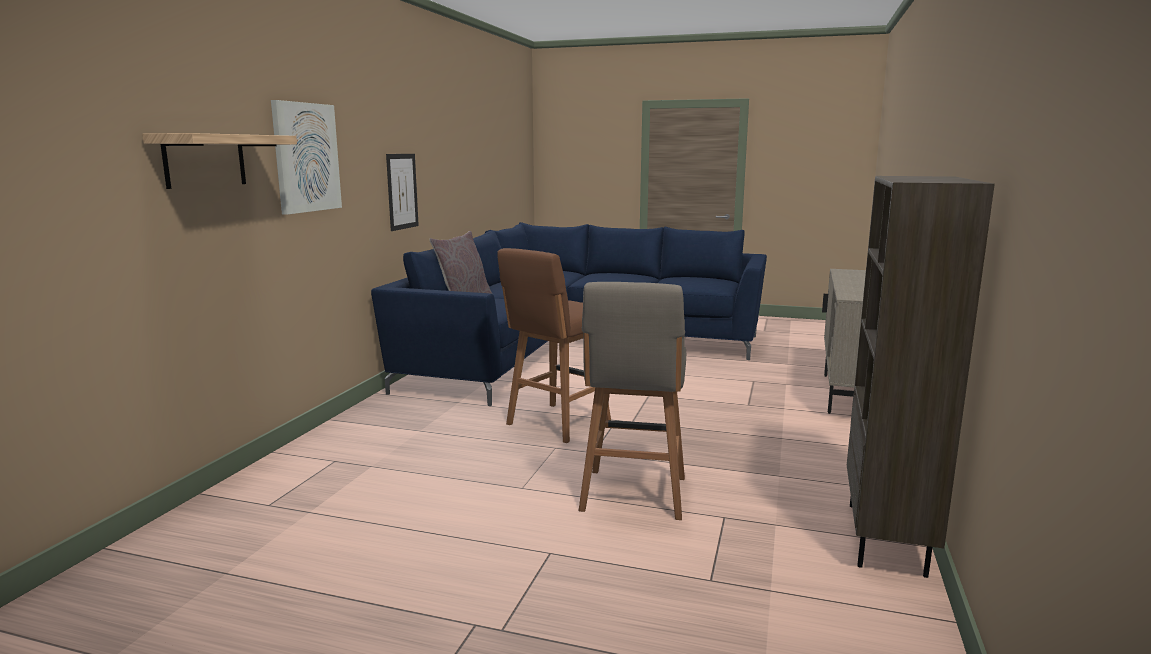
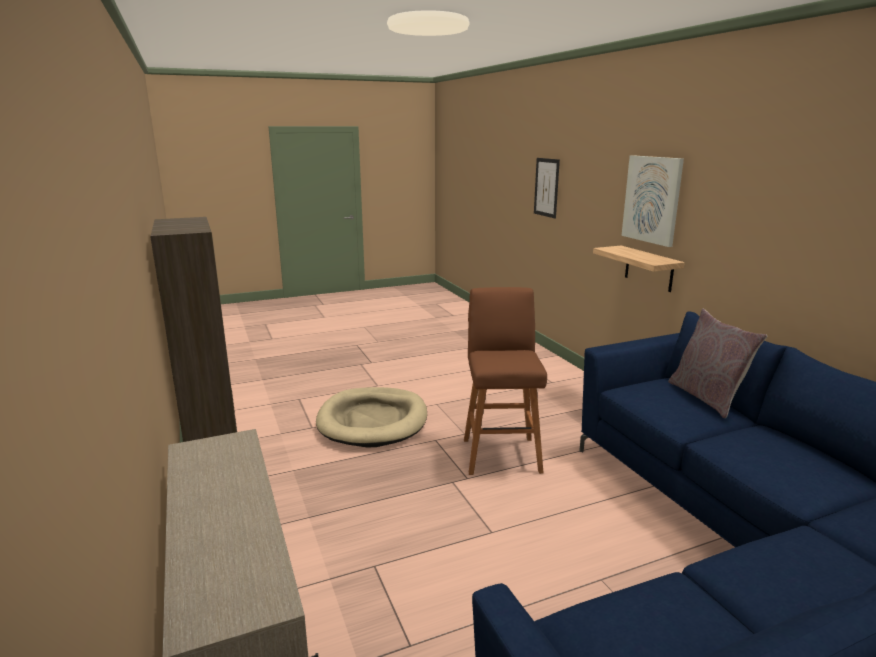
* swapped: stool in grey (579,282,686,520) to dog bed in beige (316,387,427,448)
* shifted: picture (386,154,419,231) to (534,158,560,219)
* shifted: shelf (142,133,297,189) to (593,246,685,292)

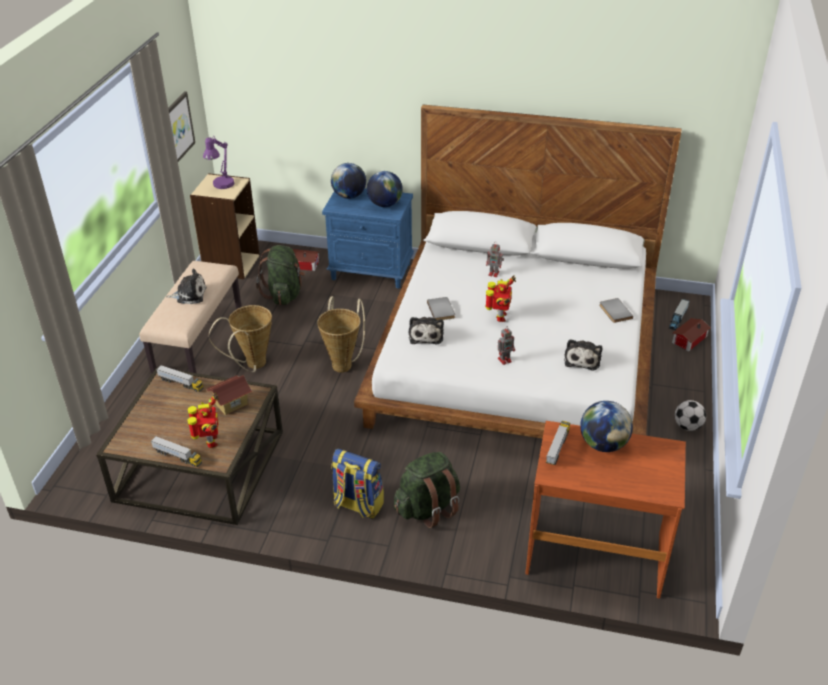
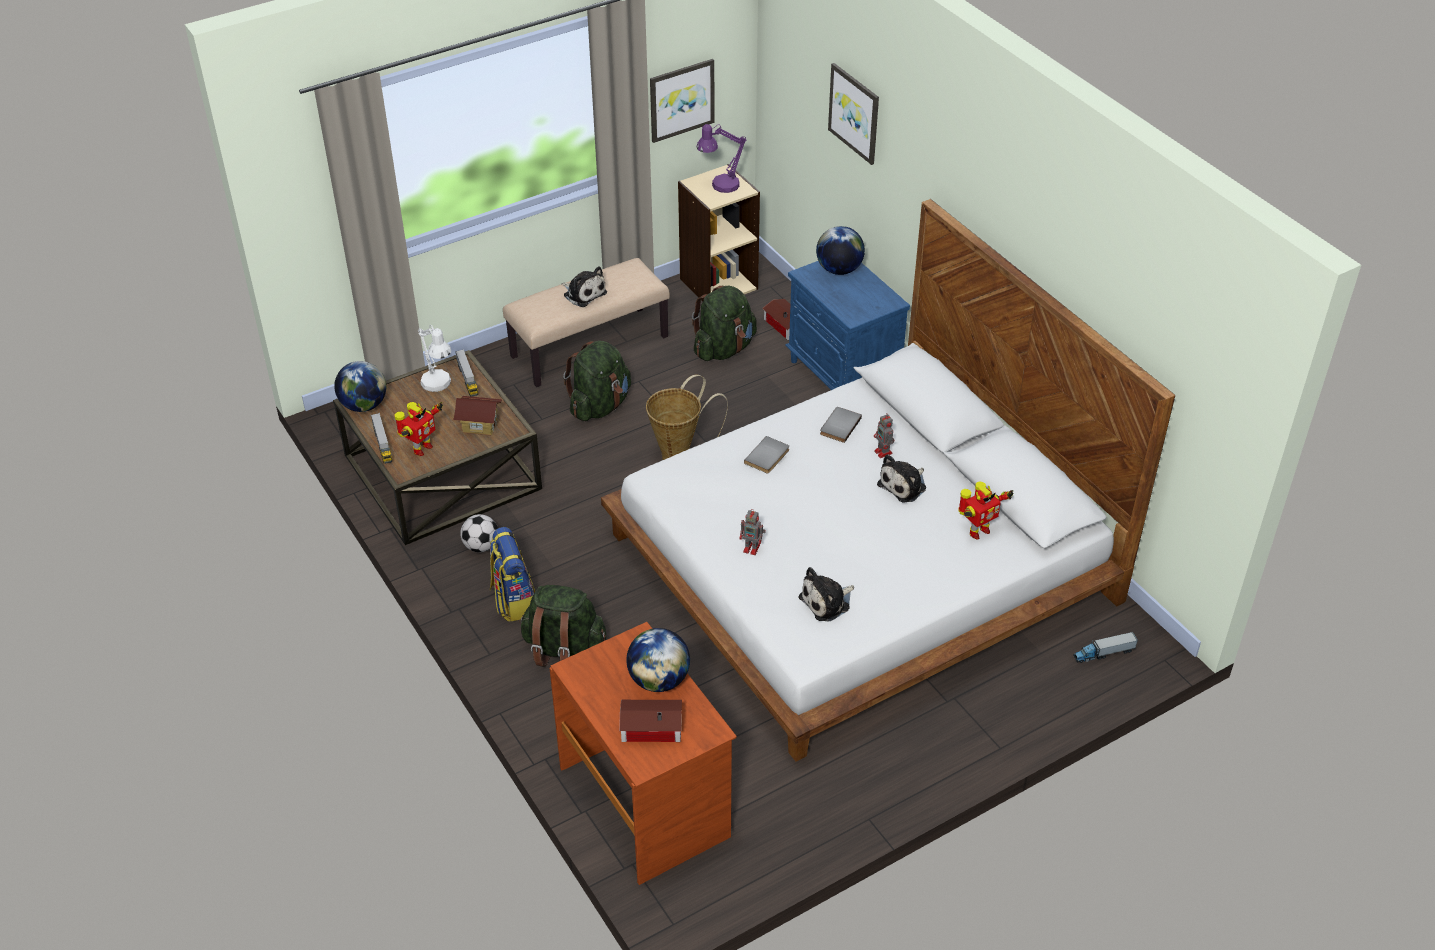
* shifted: globe (367,171,403,207) to (334,361,386,412)
* new: table lamp in white (418,325,451,392)
* shifted: football (675,400,706,431) to (460,514,498,552)
* swapped: basket (209,305,272,372) to backpack in green (563,341,631,421)
* shifted: toy house (672,318,711,351) to (619,700,682,742)
* shifted: book in grey (599,298,633,323) to (820,407,862,443)
* new: picture (828,63,879,165)
* shifted: plush toy (409,317,444,345) to (877,454,926,503)
* shifted: toy robot (485,275,516,322) to (958,482,1014,539)
* gone: toy truck (546,421,570,465)

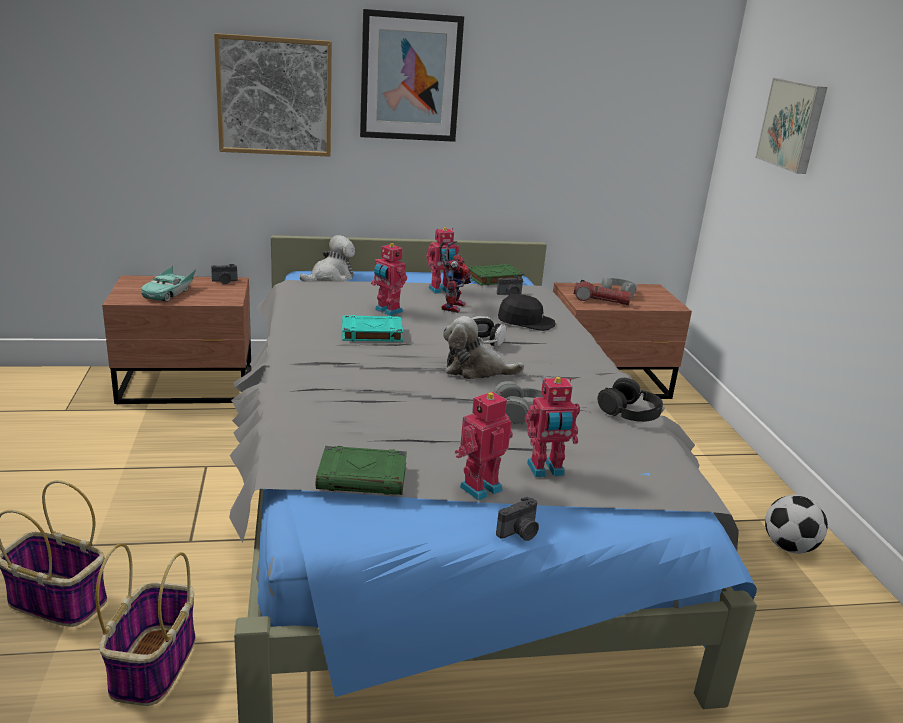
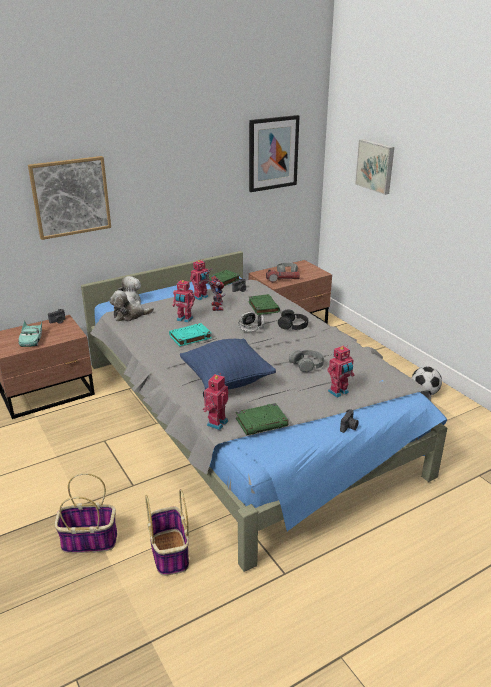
* shifted: plush toy (443,316,524,380) to (109,290,154,322)
* new: pillow in blue (180,338,276,390)
* shifted: toy robot (455,391,513,501) to (203,373,229,430)
* swapped: cap in black (498,294,556,331) to book in green (248,294,280,315)
* shifted: picture (360,9,464,142) to (249,115,299,192)
* shifted: headphones in black (598,378,663,422) to (278,310,308,330)

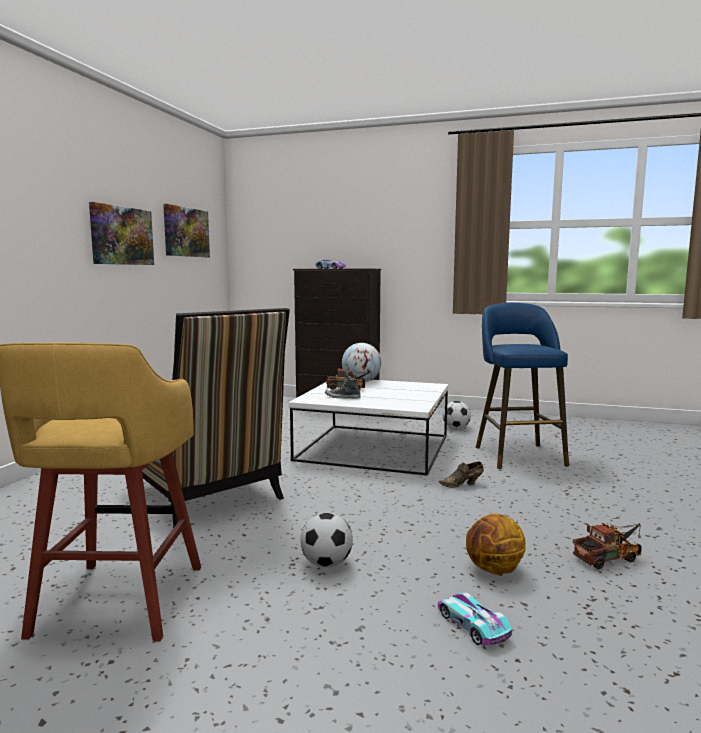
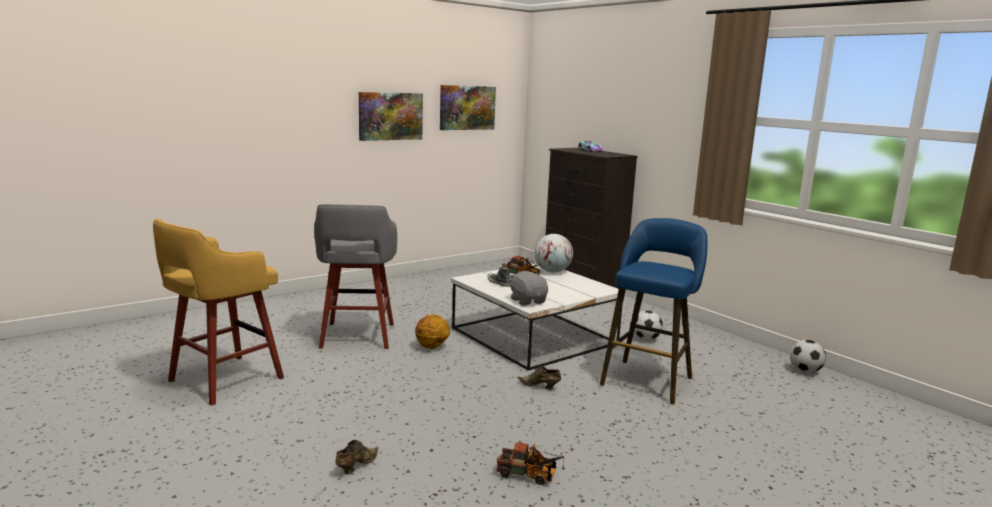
* swapped: chair (142,308,290,528) to stool in grey (314,204,397,349)
* swapped: toy car (438,592,512,645) to shoe in brown (335,440,378,474)
* shifted: basketball (466,513,526,575) to (415,314,450,349)
* new: plush toy in grey (509,271,548,305)
* shifted: football (300,513,353,568) to (790,340,826,373)

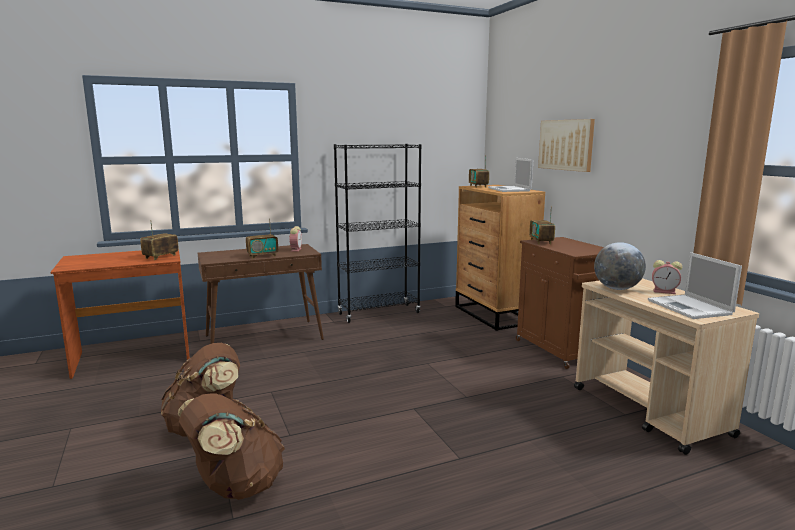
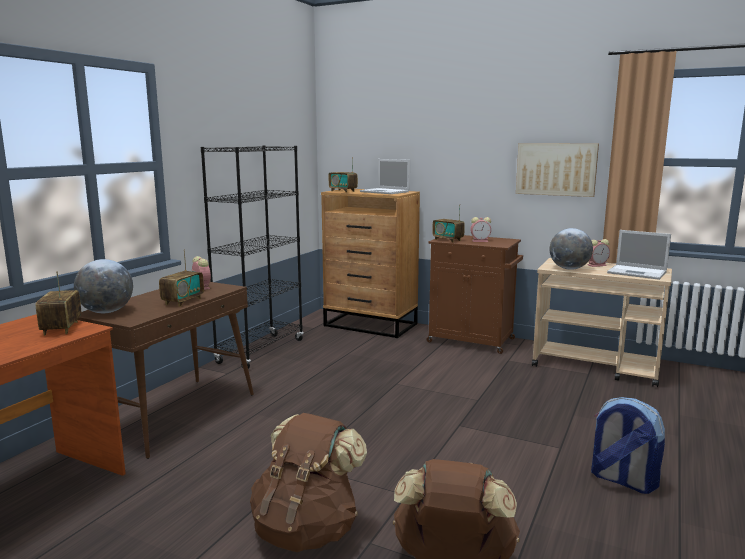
* new: globe (74,259,133,313)
* new: alarm clock (470,217,491,242)
* shifted: picture (538,119,595,172) to (516,143,599,197)
* new: backpack (591,397,665,494)

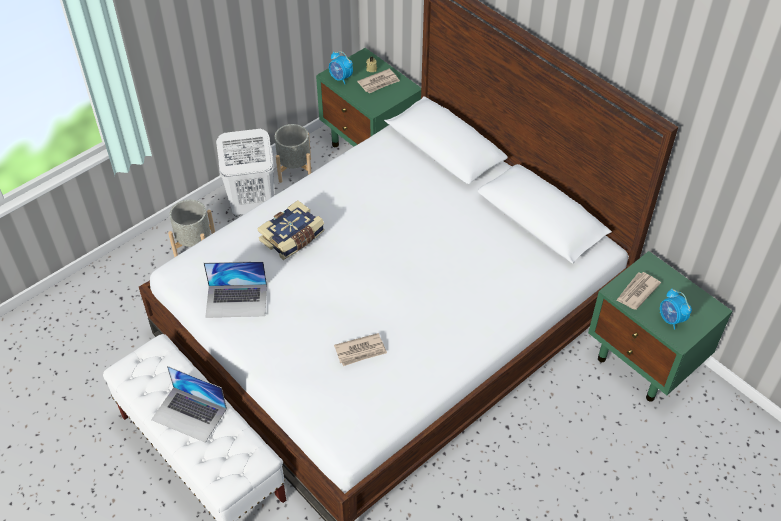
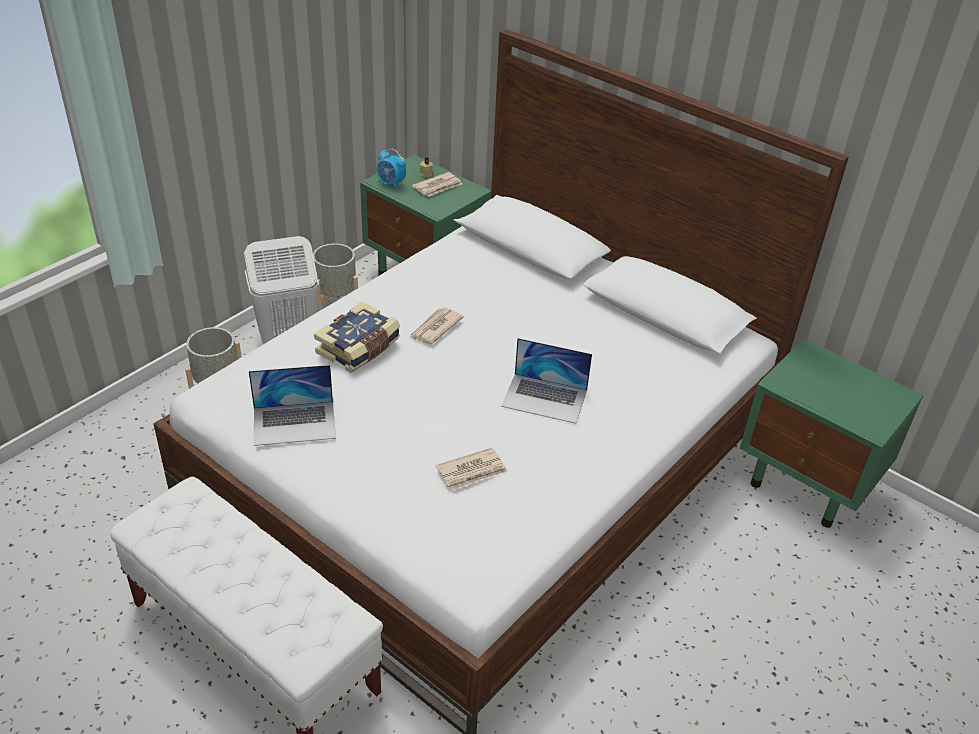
* shifted: newspaper (616,272,661,310) to (409,308,464,344)
* shifted: laptop (151,366,227,443) to (501,338,592,424)
* gone: alarm clock (660,288,692,329)

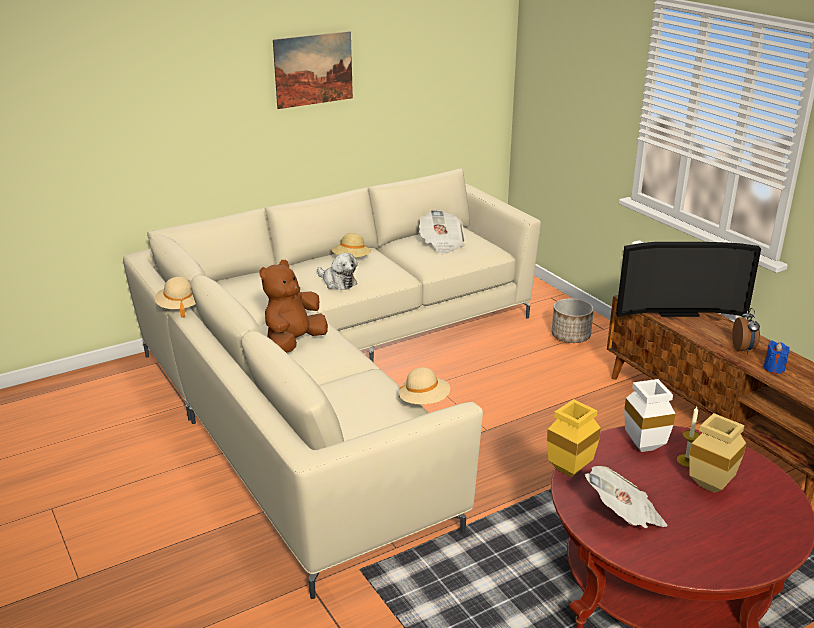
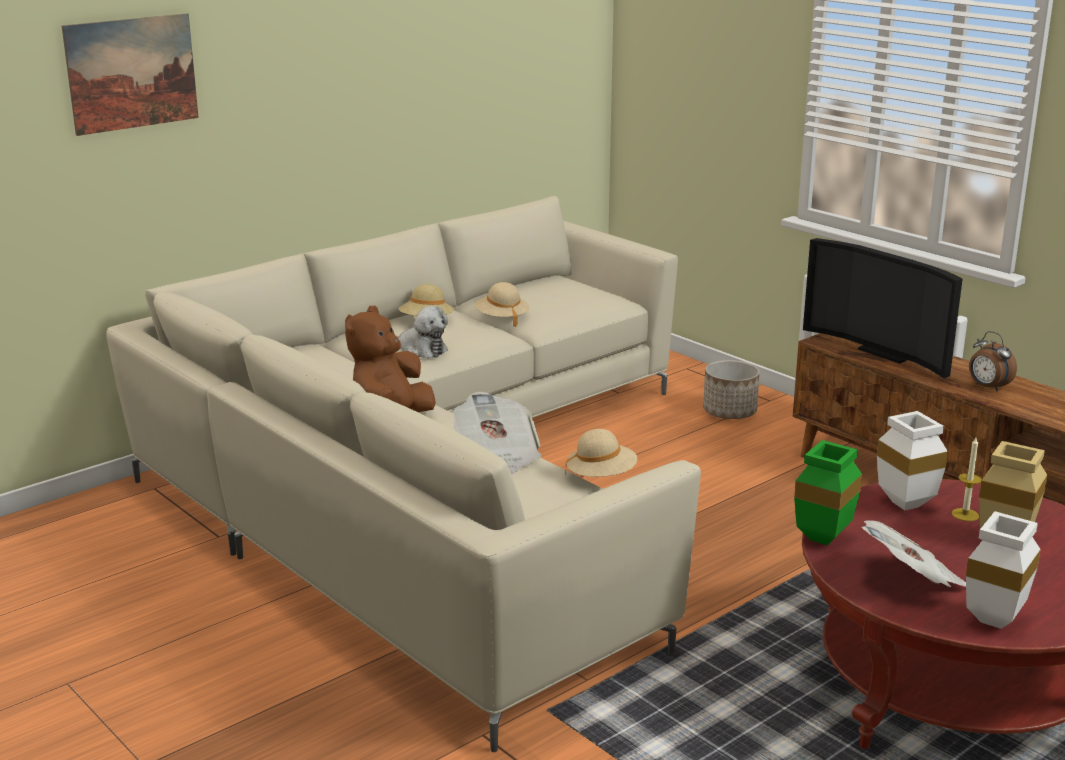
* shifted: picture (273,31,353,109) to (62,13,199,136)
* shifted: newspaper (419,209,465,255) to (453,392,542,475)
* shifted: hat in beige (155,277,196,318) to (475,282,529,327)
* repainted: vase in yellow (547,399,601,477) to vase in green (794,440,862,545)
* rotated: television (616,242,761,317) = (803,238,963,378) 60 degrees clockwise
* new: vase in white (966,511,1041,629)
* rotated: alarm clock (732,308,760,354) = (969,331,1017,392) 150 degrees clockwise
* gone: candle in blue (763,341,790,374)

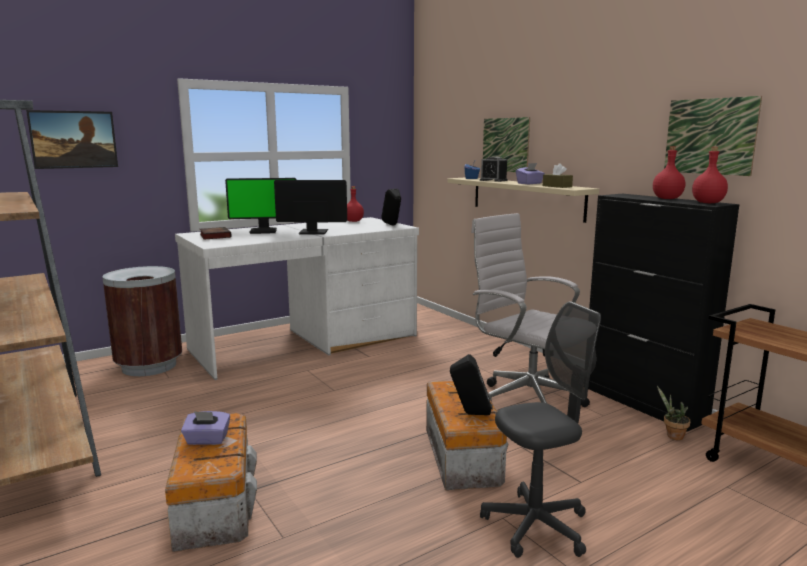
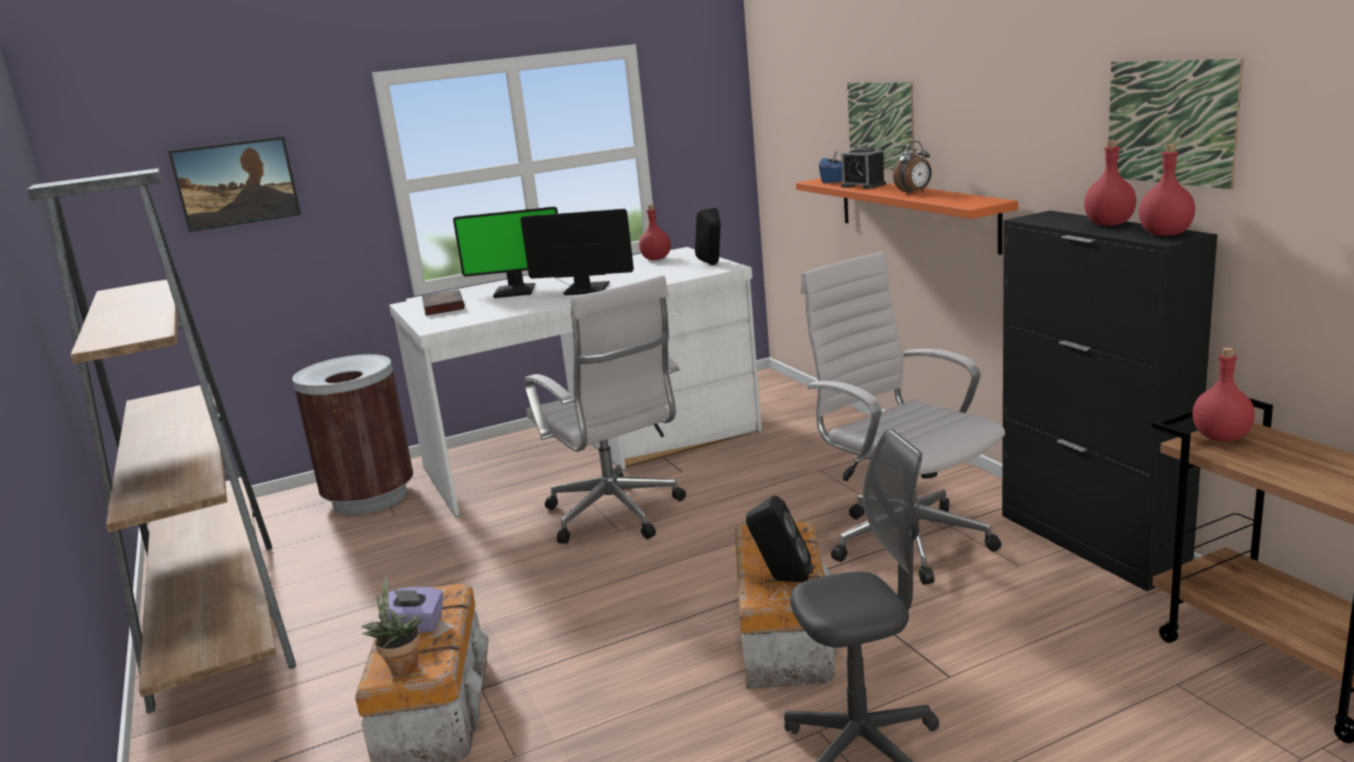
* shifted: potted plant (657,386,690,440) to (362,575,421,676)
* new: office chair in white (524,275,686,544)
* repainted: shelf in beige (448,178,599,223) to shelf in orange (796,178,1018,255)
* swapped: tissue box in purple (516,163,545,184) to alarm clock (893,141,932,194)
* new: bottle in red (1192,347,1255,442)
* gone: tissue box in brown (543,163,573,188)

